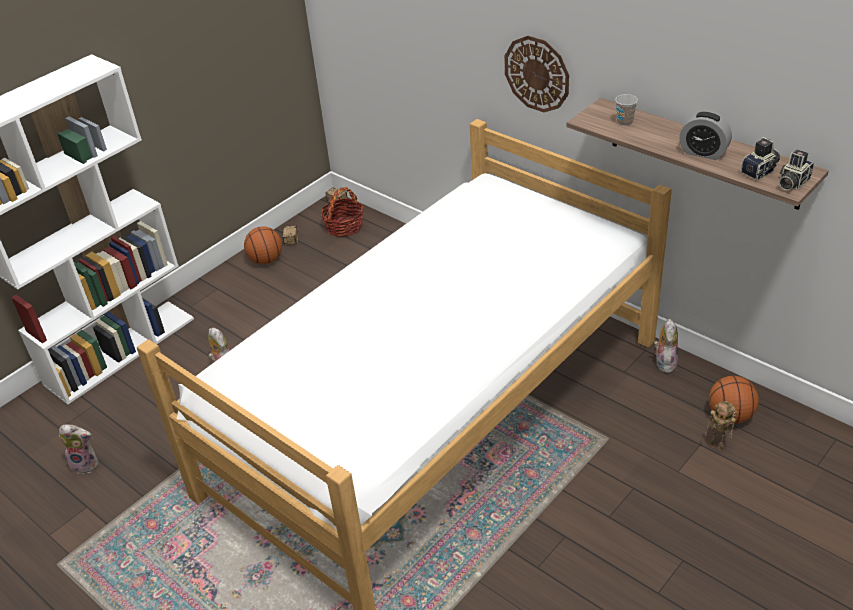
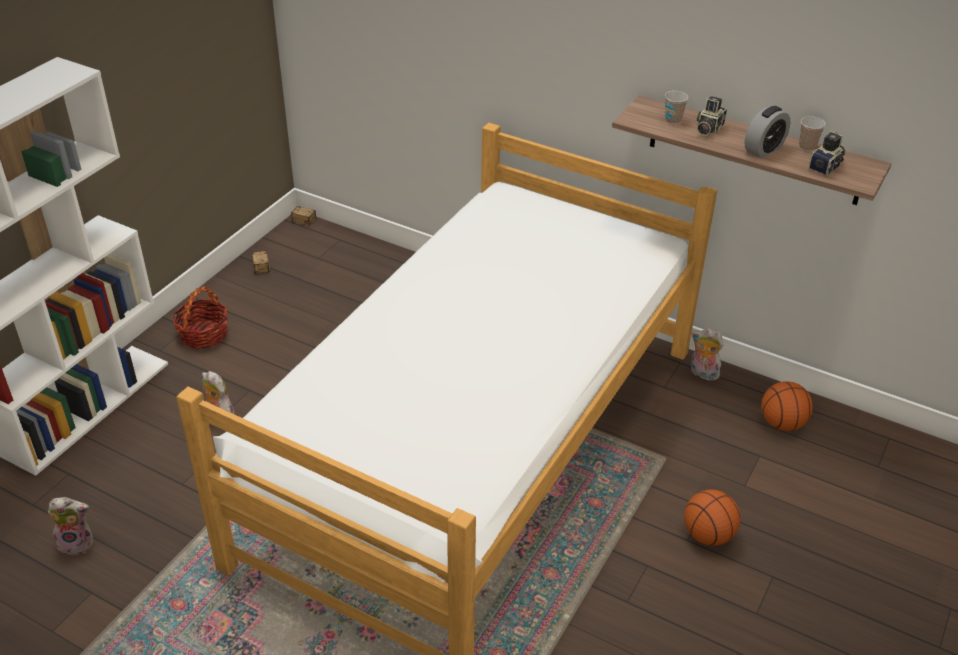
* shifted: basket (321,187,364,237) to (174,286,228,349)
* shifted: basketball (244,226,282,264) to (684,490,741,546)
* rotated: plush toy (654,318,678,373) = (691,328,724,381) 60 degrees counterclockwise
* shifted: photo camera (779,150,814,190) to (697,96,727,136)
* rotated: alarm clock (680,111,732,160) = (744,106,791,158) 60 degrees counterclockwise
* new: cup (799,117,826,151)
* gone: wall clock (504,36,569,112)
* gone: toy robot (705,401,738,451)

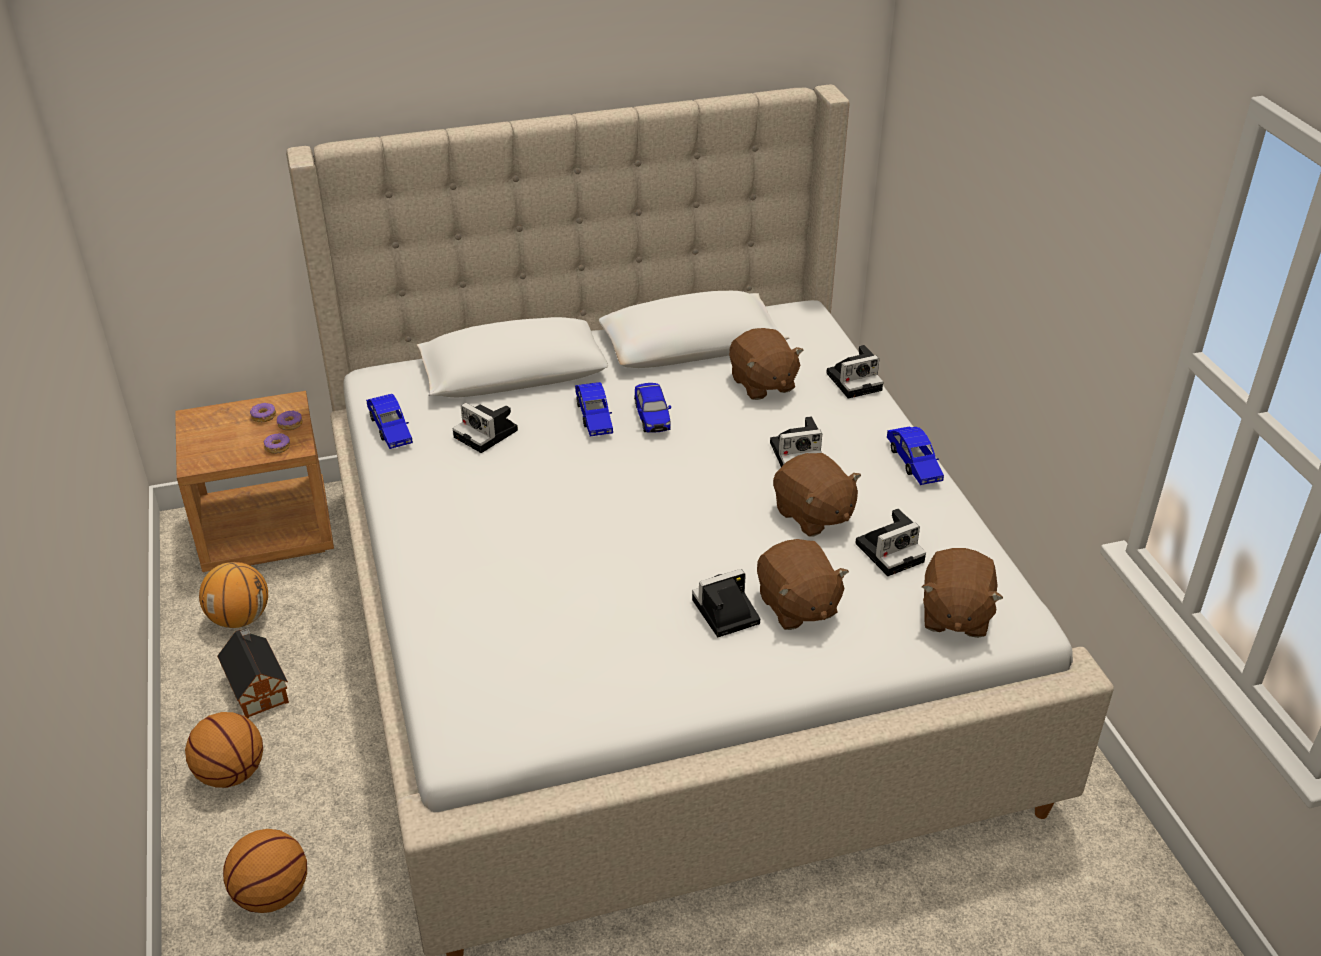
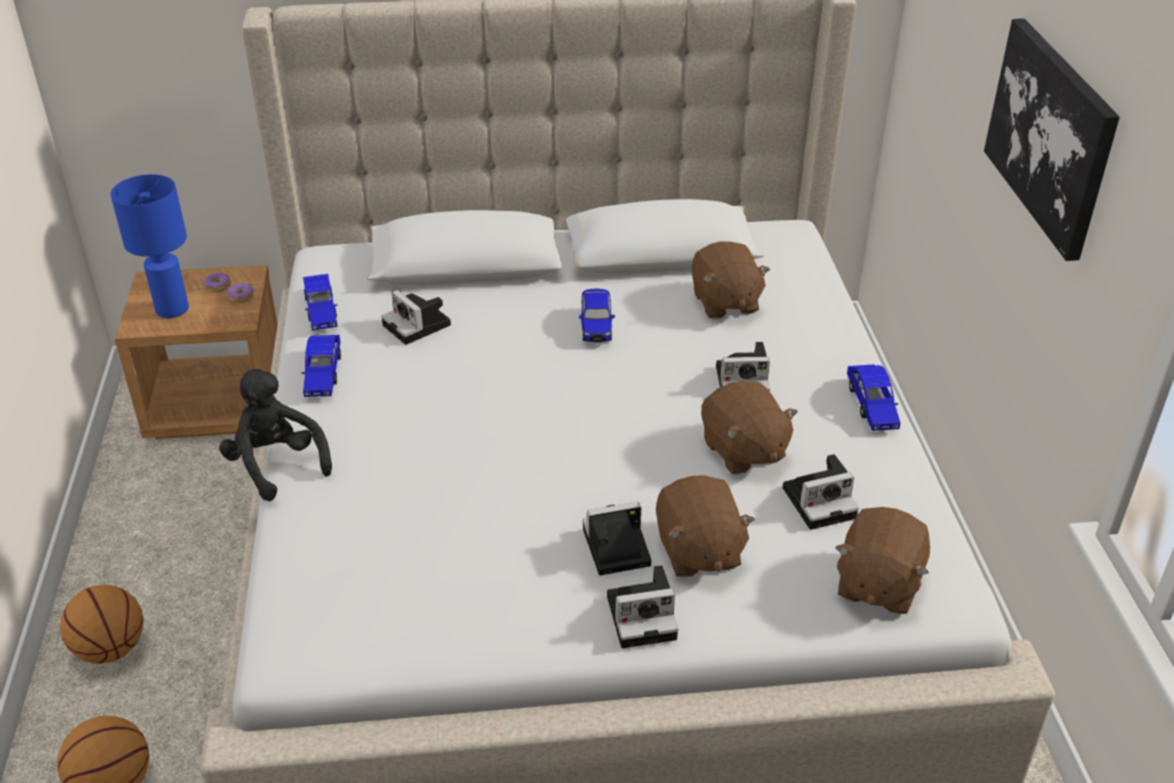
* new: table lamp in blue (111,174,189,318)
* new: plush toy in black (219,369,332,501)
* shifted: toy car in blue (575,382,613,436) to (302,335,341,397)
* shifted: photo camera (826,345,883,399) to (607,565,678,648)
* new: picture (984,19,1120,261)
* gone: basketball (199,562,268,628)
* gone: toy house (217,628,289,718)
* gone: donut (263,433,290,454)

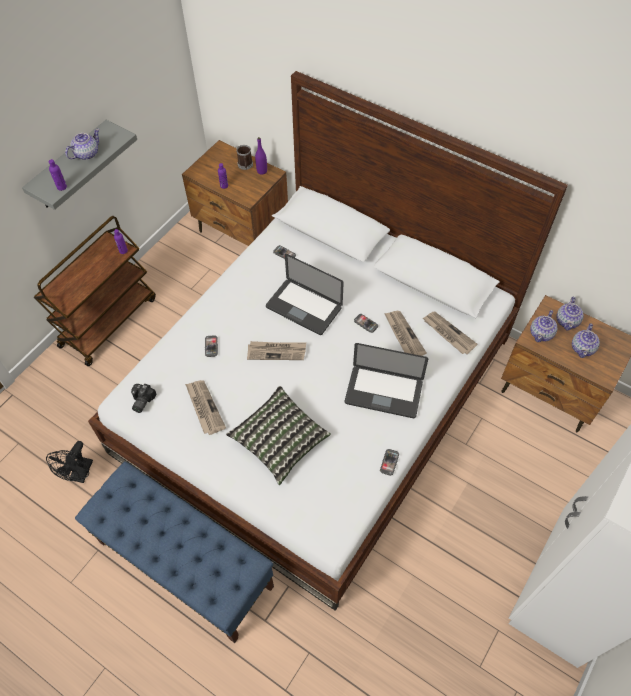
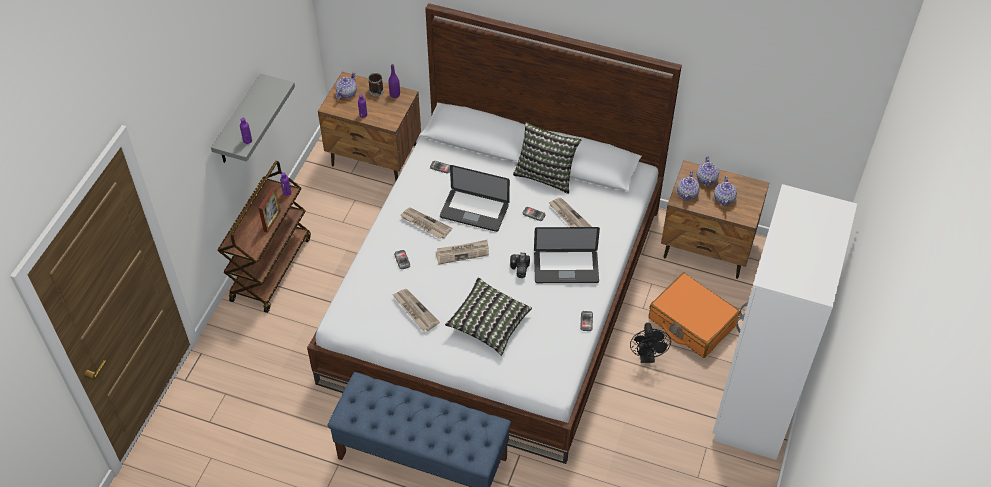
* new: picture frame (259,187,281,233)
* shifted: teapot (65,129,100,160) to (336,72,357,99)
* shifted: newspaper (423,312,478,354) to (400,207,452,239)
* shifted: photo camera (131,384,157,413) to (510,253,530,278)
* new: pillow (513,122,581,194)
* shifted: fan in black (46,441,93,483) to (630,323,671,363)
* new: suitcase in orange (649,273,740,358)

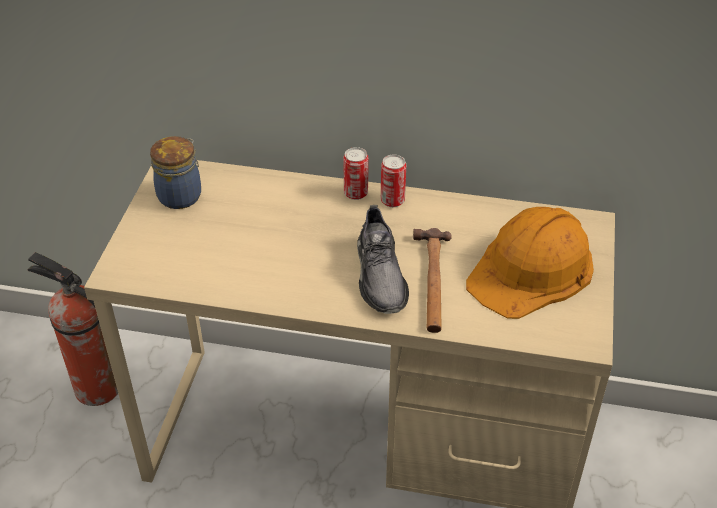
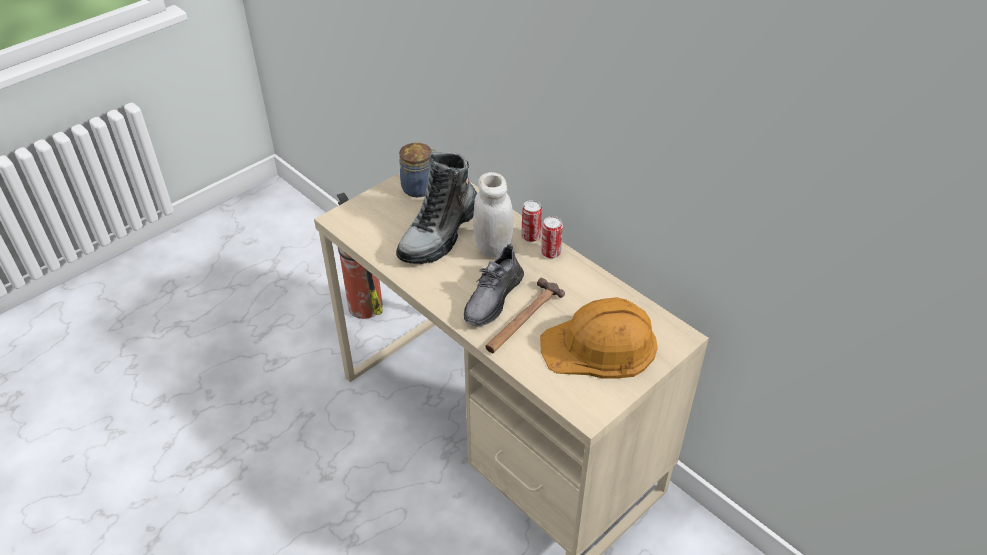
* new: boot (396,152,477,264)
* new: jar in white (473,172,514,258)

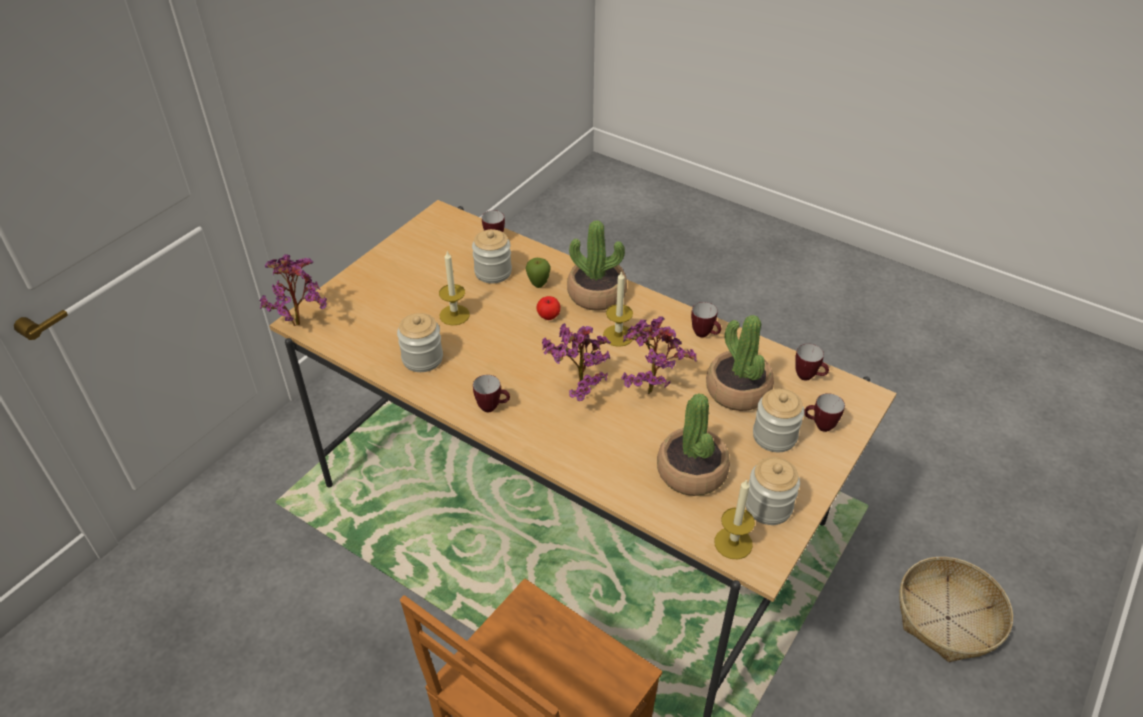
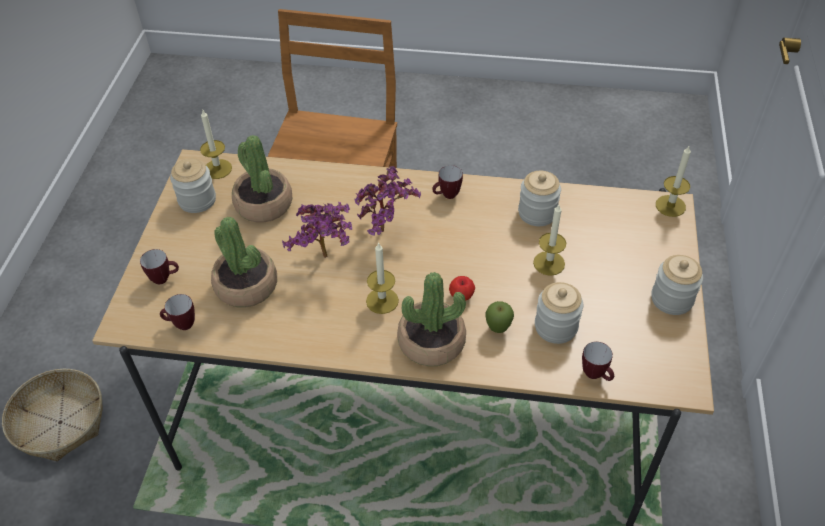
* shifted: jar (753,389,804,452) to (651,255,703,315)
* swapped: potted plant (259,254,327,326) to candle (656,146,691,217)
* gone: mug (691,302,721,338)

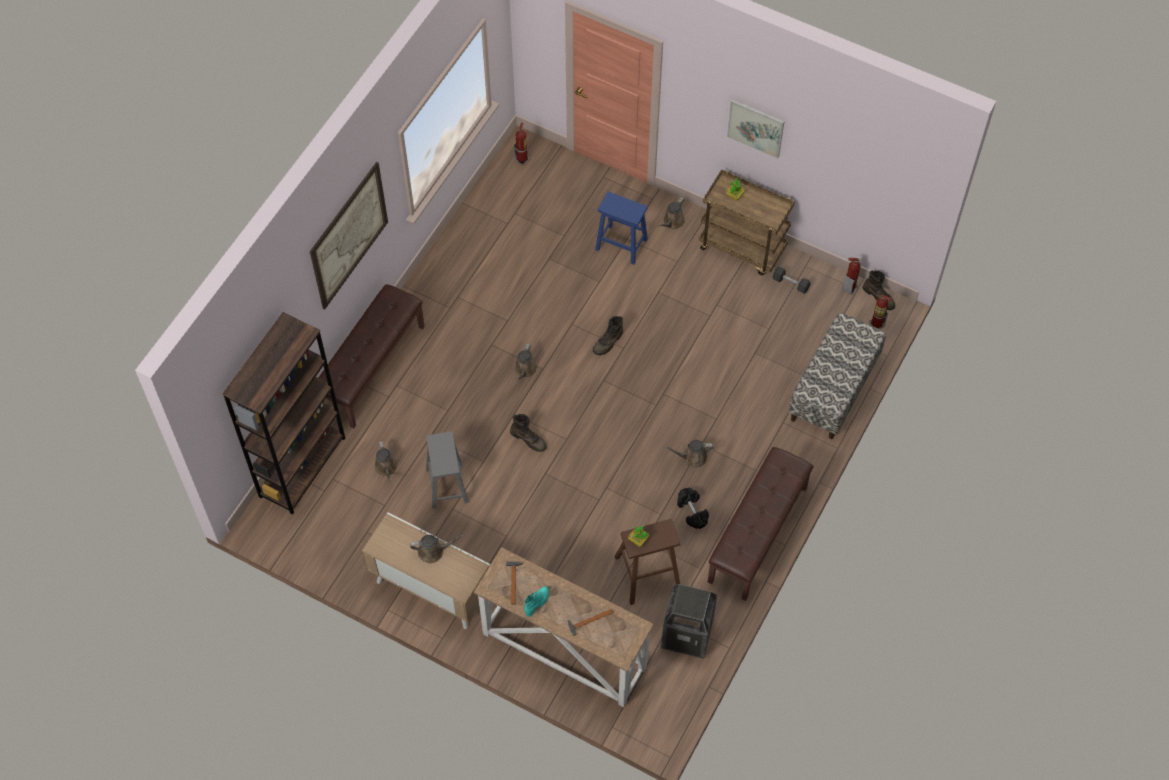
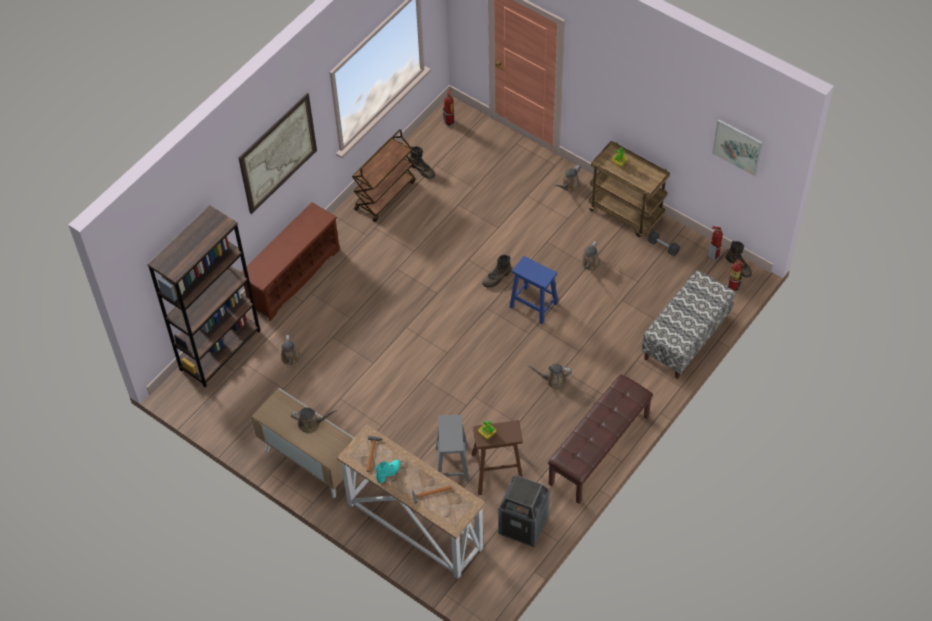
* swapped: bench in brown (319,284,425,428) to shoe rack in brown (241,202,340,321)
* new: cart in brown (352,129,415,222)
* shifted: boot in brown (510,414,547,452) to (408,146,435,179)
* shifted: stool in grey (426,431,469,509) to (436,415,469,482)
* shifted: stool in blue (595,191,648,265) to (509,256,558,324)
* shifted: watering can in brown (514,344,537,382) to (581,241,600,270)
* shifted: picture (727,99,785,158) to (712,119,763,176)
* gone: dumbbell in black (677,488,709,529)

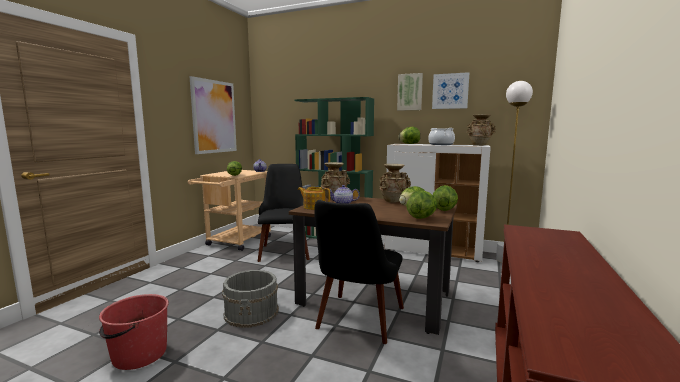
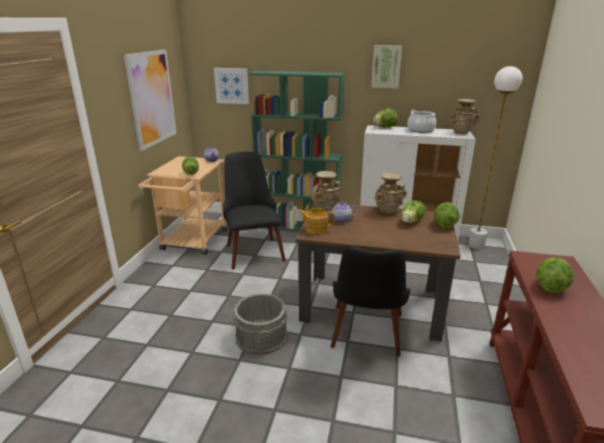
* shifted: picture (432,72,469,109) to (214,68,249,104)
* shifted: lettuce (406,190,437,219) to (536,257,574,293)
* gone: bucket in red (99,294,169,370)

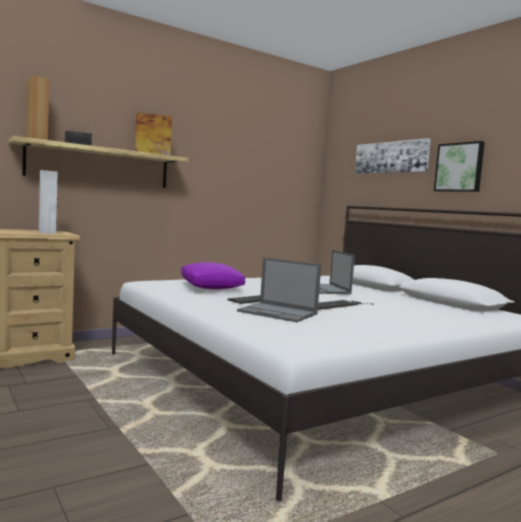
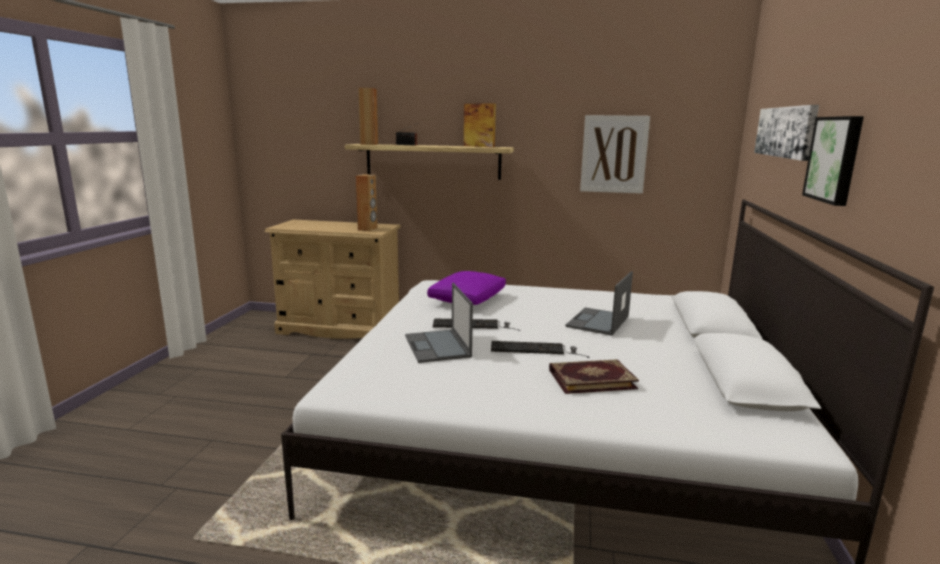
* repainted: speaker in white (39,170,58,234) to speaker in brown (356,174,377,231)
* new: book (549,359,639,394)
* new: picture (580,115,650,194)

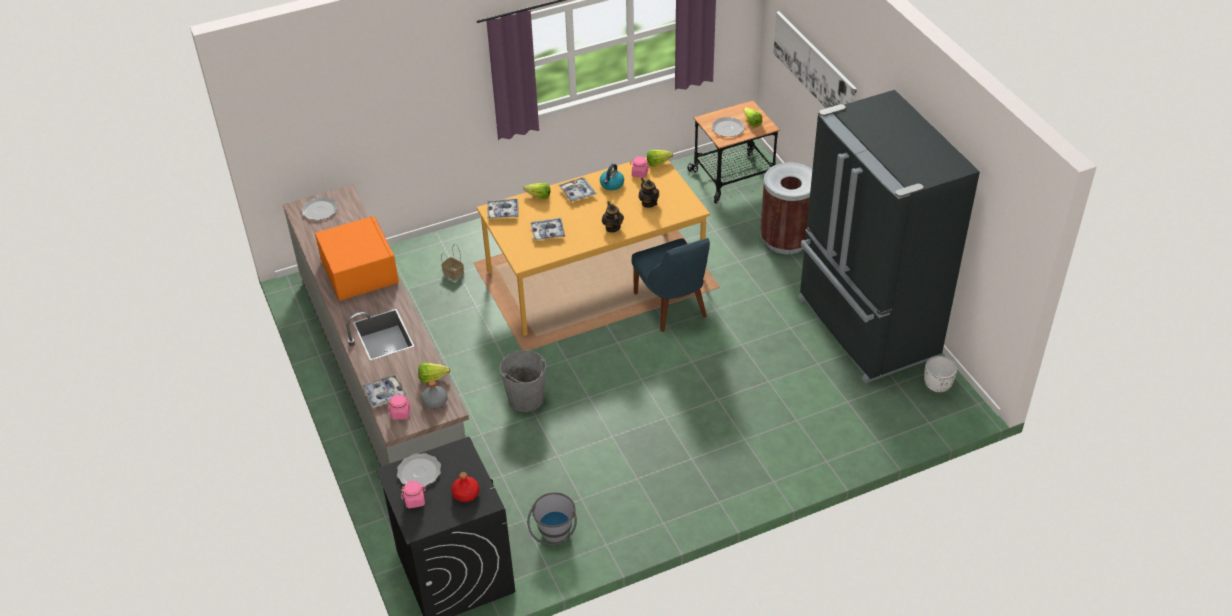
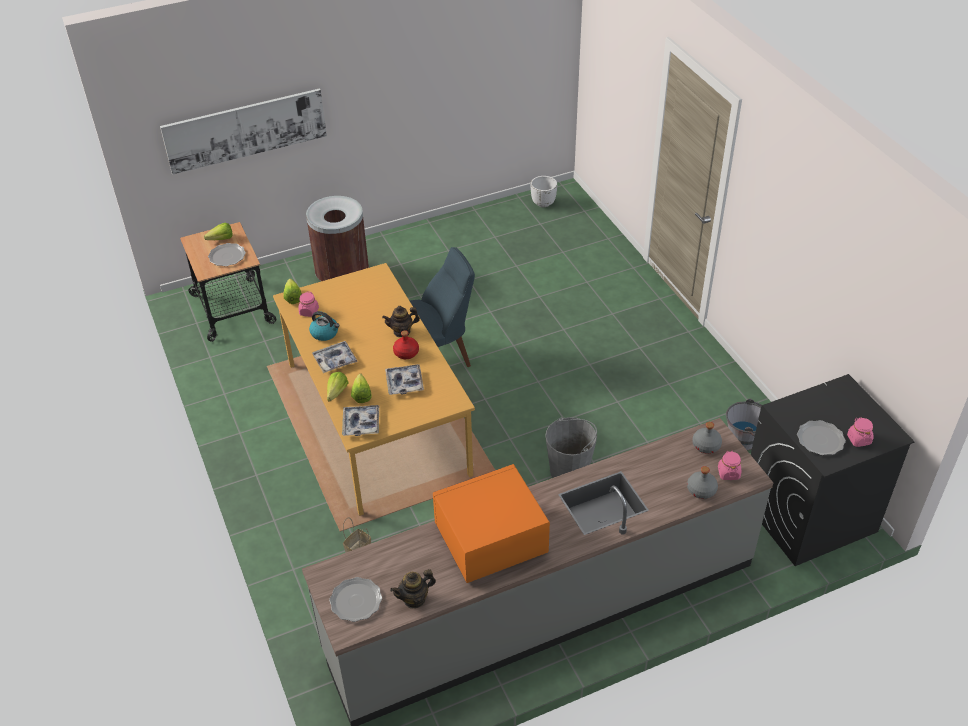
* shifted: lettuce (418,363,451,383) to (351,373,372,403)
* shifted: teapot (639,178,659,208) to (390,569,436,609)
* shifted: bottle in red (451,472,480,502) to (393,330,419,359)
* swapped: tray (362,374,407,408) to bottle in grey (687,466,718,499)
* gone: fridge in black (797,90,980,383)

